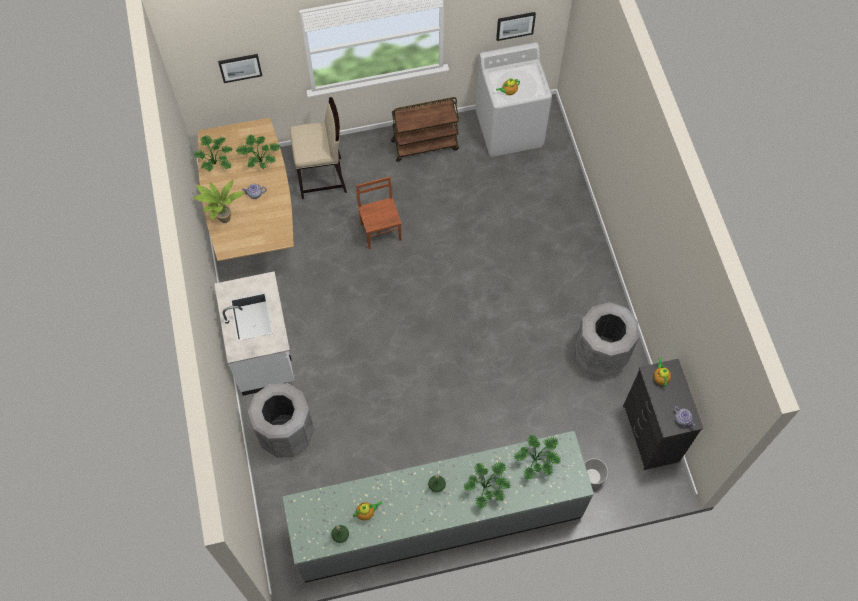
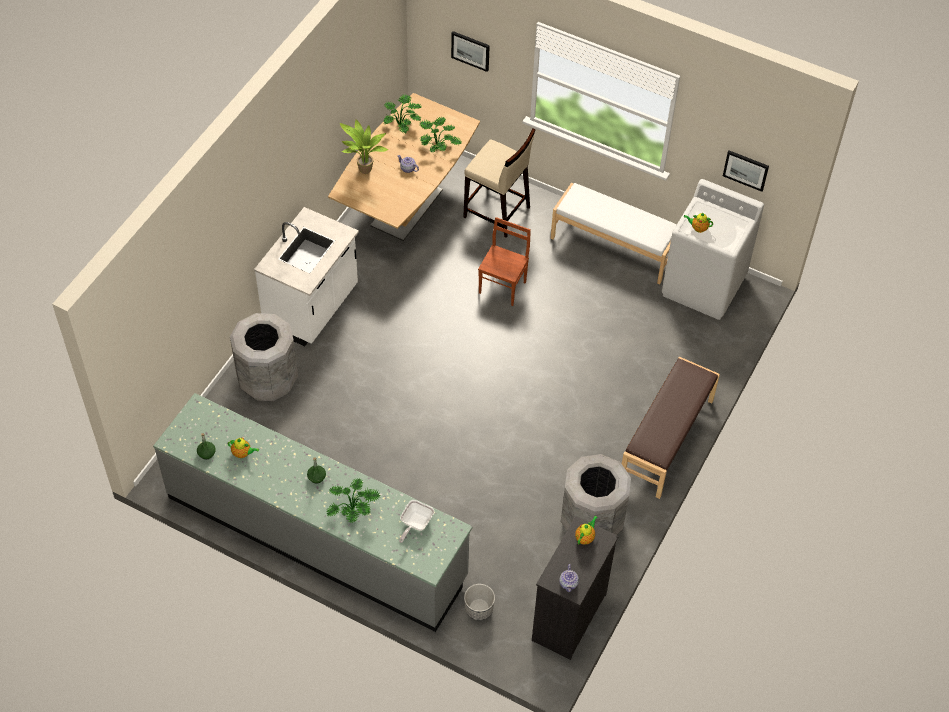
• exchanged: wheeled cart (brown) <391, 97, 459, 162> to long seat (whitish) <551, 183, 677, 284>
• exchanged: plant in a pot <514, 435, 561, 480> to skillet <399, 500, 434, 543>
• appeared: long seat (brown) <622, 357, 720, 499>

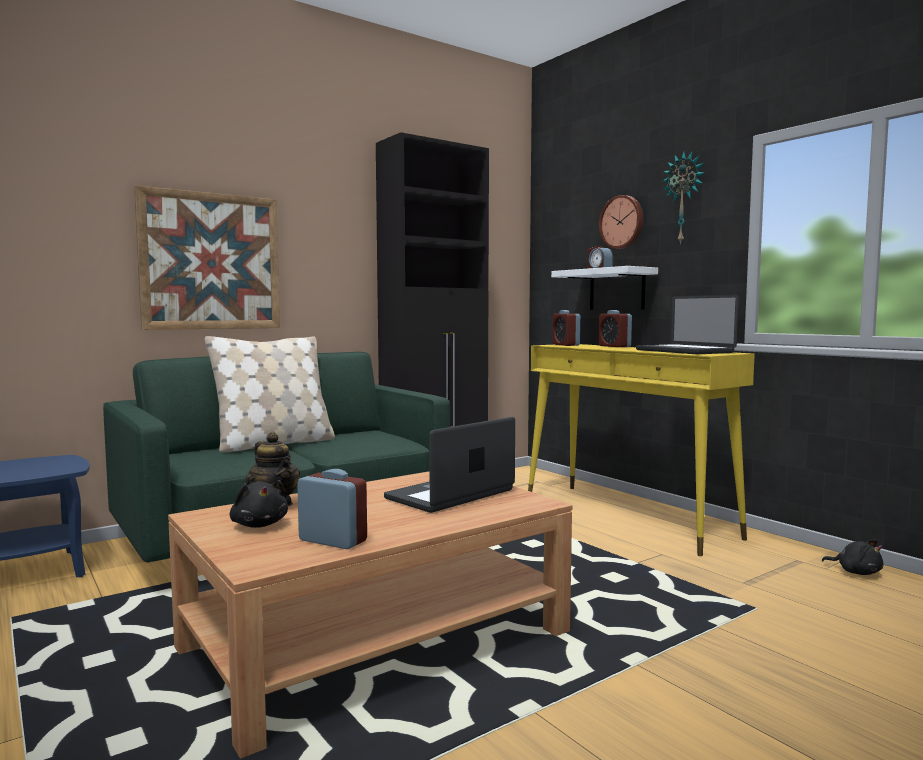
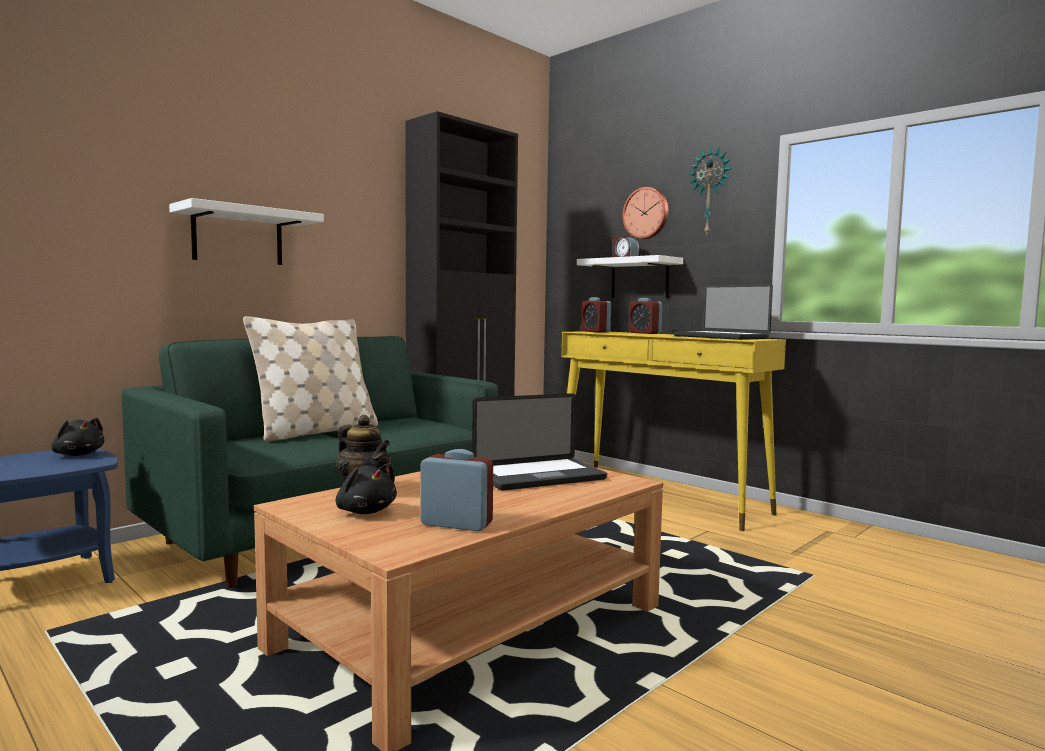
• exchanged: picture <134, 185, 280, 330> to wall shelf (whitish) <169, 198, 324, 265>
• spun: laptop <384, 417, 515, 513> = <472, 393, 607, 491> 150 degrees counterclockwise
• relocated: soft toy (black-coloured) <822, 539, 883, 575> to <51, 418, 104, 456>

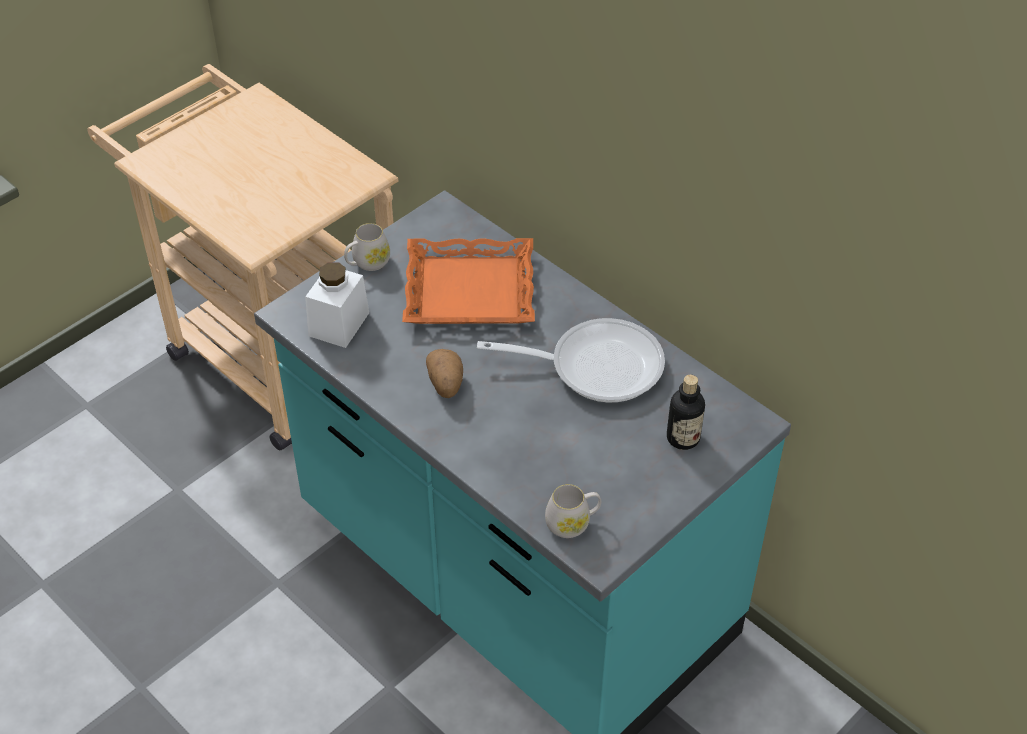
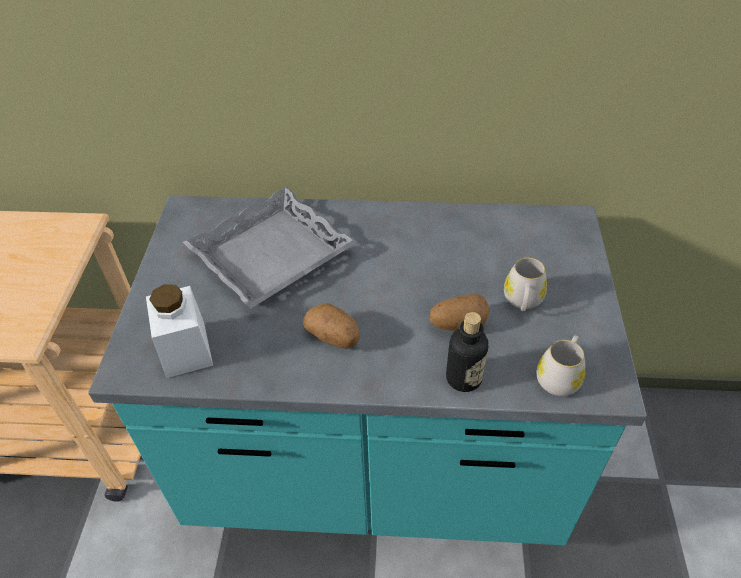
• relocated: coffee mug (whitish) <344, 223, 390, 271> to <504, 258, 547, 311>
• colour: tray (orange-coloured) <402, 238, 535, 324> to tray (grey) <183, 187, 357, 309>
• missing: skillet <477, 318, 665, 403>
• relocated: beverage bottle <667, 375, 705, 450> to <446, 312, 489, 392>
• appeared: spud <429, 294, 490, 331>

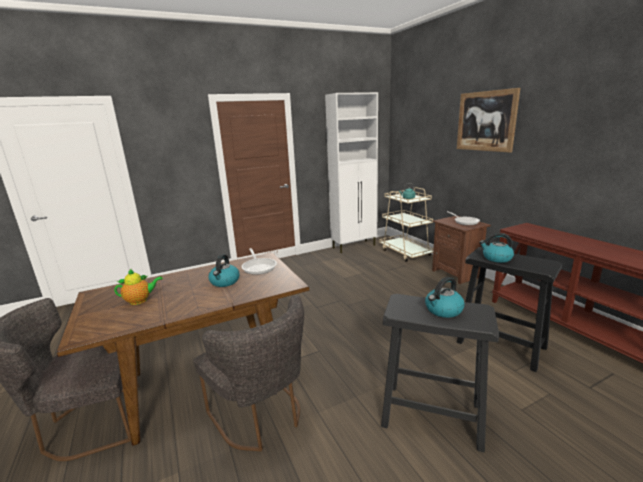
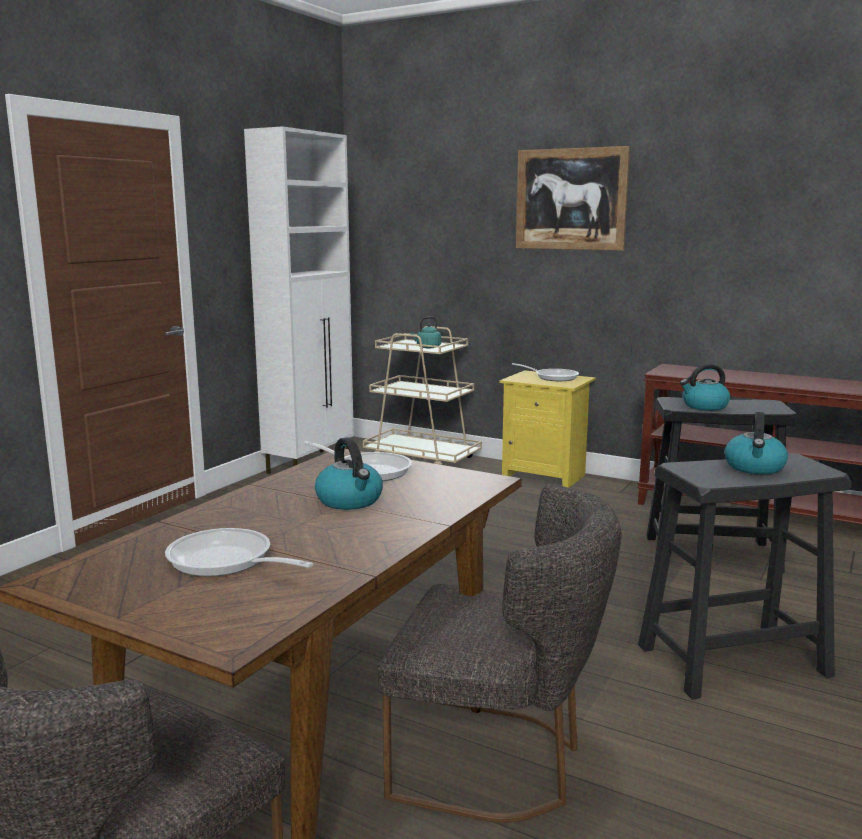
• colour: bedside table (brown) <432, 216, 491, 284> to bedside table (yellow-coloured) <500, 370, 596, 488>
• exchanged: pot for tea <114, 269, 163, 305> to skillet <165, 528, 313, 577>

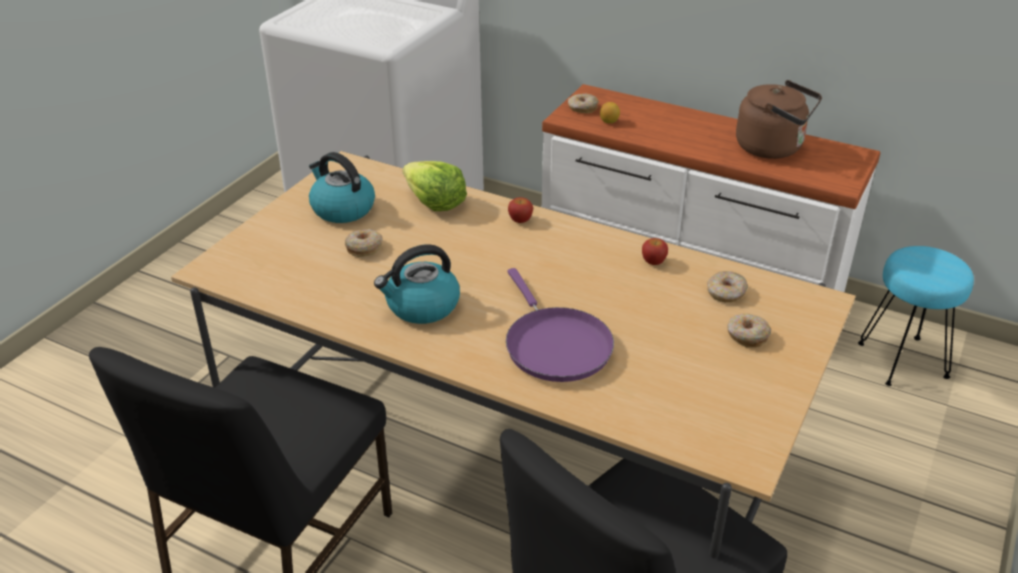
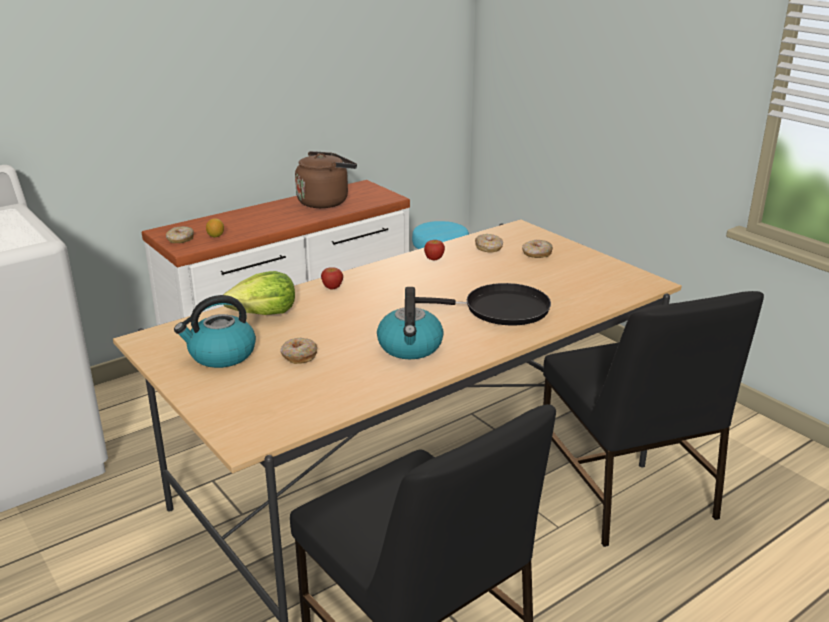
• colour: skillet (purple) <506, 268, 614, 382> to skillet (black-coloured) <415, 283, 551, 325>

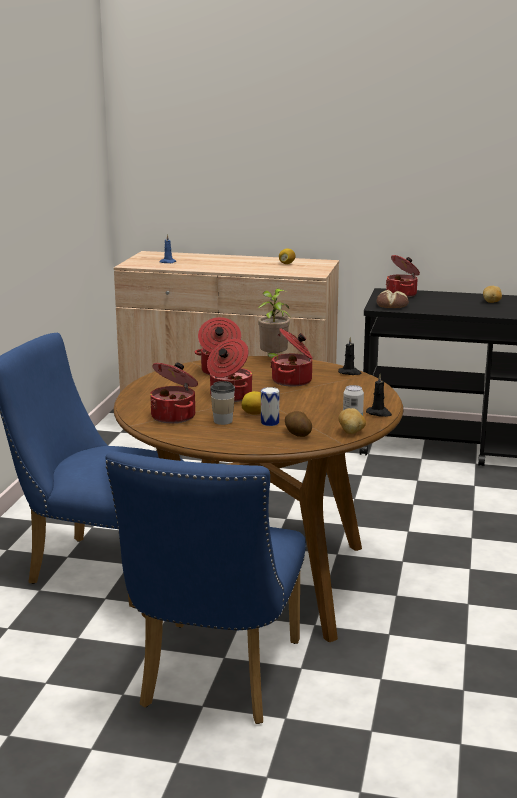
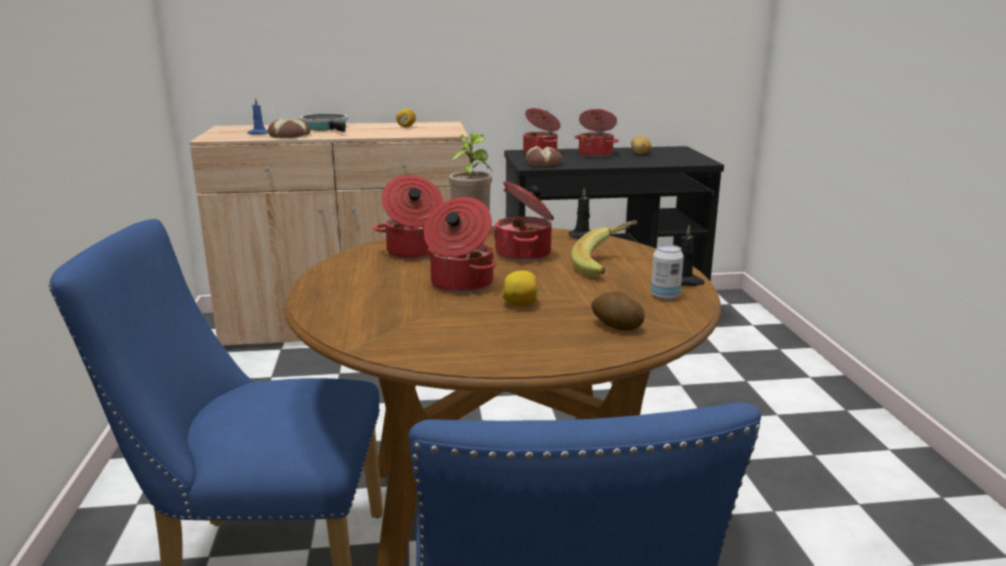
• relocated: saucepot <150, 362, 198, 423> to <575, 109, 619, 157>
• missing: small cup <210, 381, 235, 425>
• missing: can <261, 387, 280, 426>
• missing: spud <339, 408, 366, 434>
• appeared: skillet <300, 113, 348, 132>
• appeared: baked bread <268, 117, 311, 138>
• appeared: whole banana <571, 220, 637, 277>

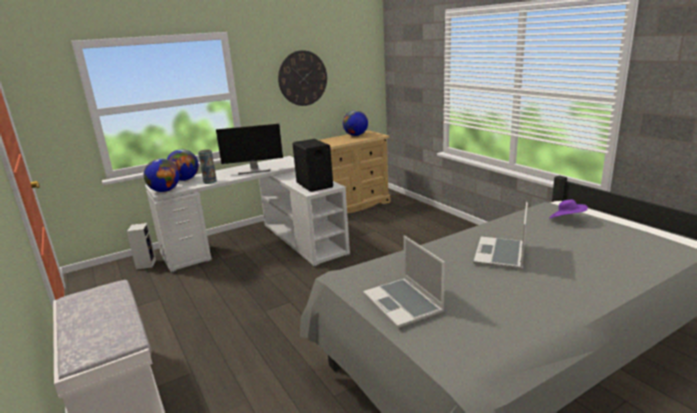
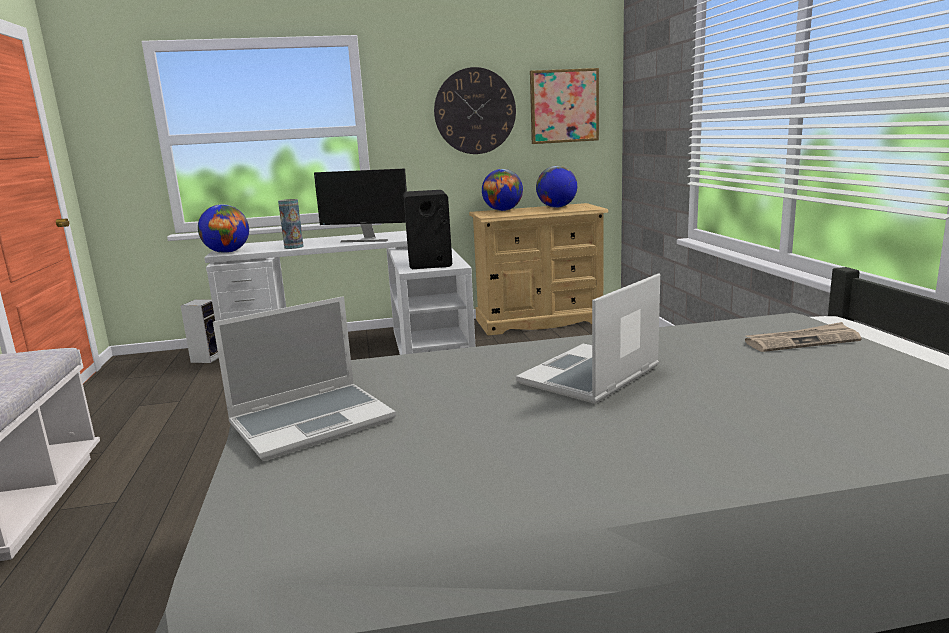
• relocated: world globe <167, 149, 199, 181> to <482, 169, 523, 211>
• exchanged: wearable hat (purple) <549, 200, 588, 218> to newspaper <745, 322, 862, 352>
• spun: laptop <363, 235, 445, 328> = <213, 296, 396, 461> 120 degrees counterclockwise
• appeared: picture <530, 68, 599, 144>

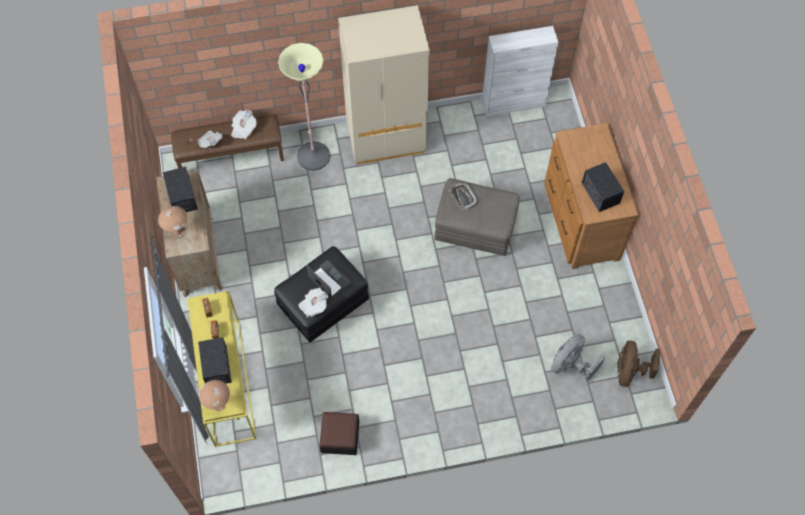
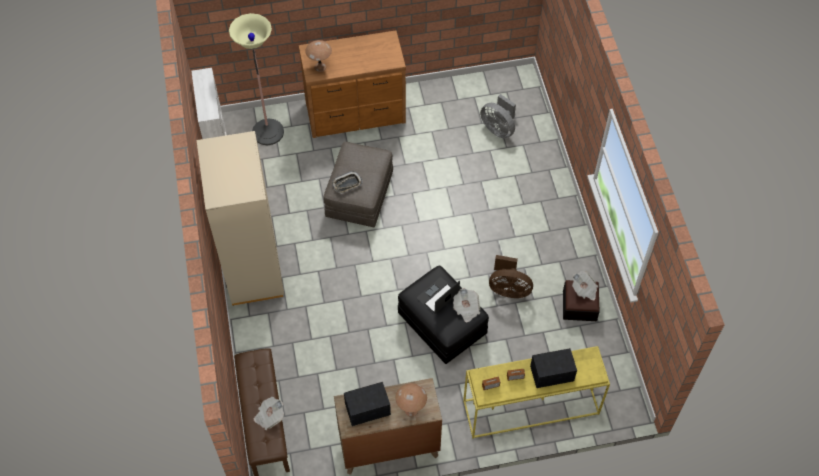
• relocated: floor lamp <278, 43, 330, 171> to <229, 13, 284, 145>
• relocated: newspaper <231, 110, 256, 139> to <572, 271, 598, 300>
• missing: radio <582, 162, 624, 212>
• relocated: electric fan (brown) <617, 341, 661, 387> to <489, 255, 533, 298>
• relocated: tabletop lamp (brown) <199, 380, 230, 411> to <305, 40, 332, 72>

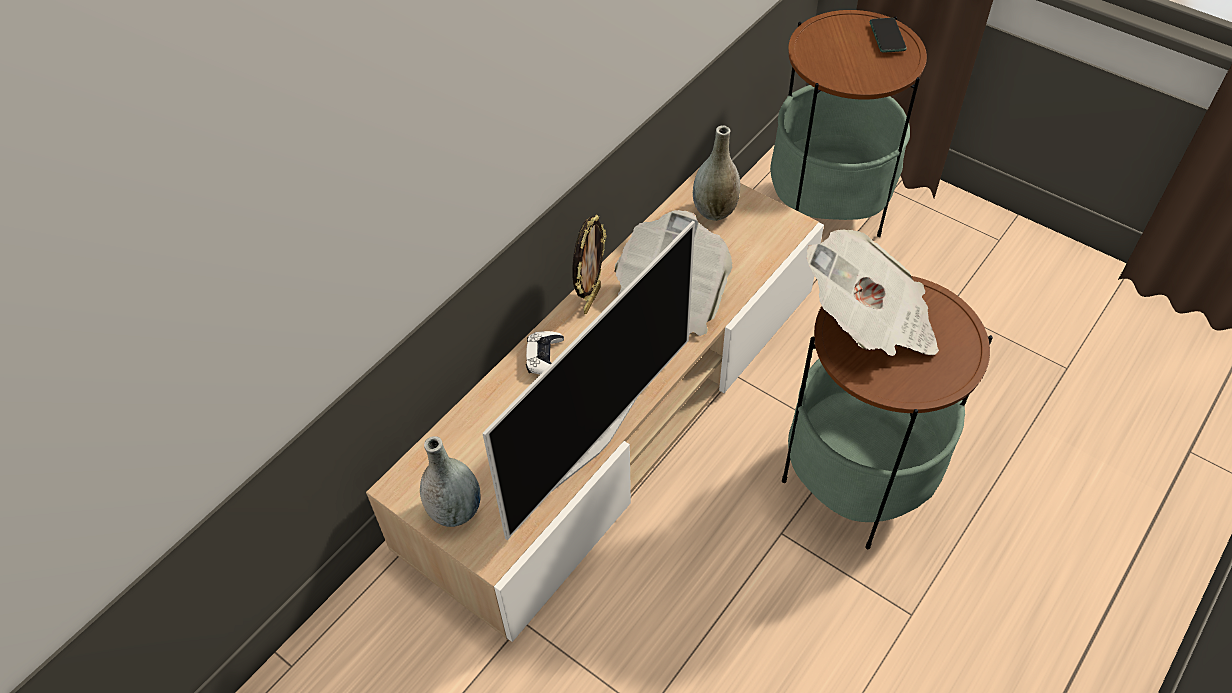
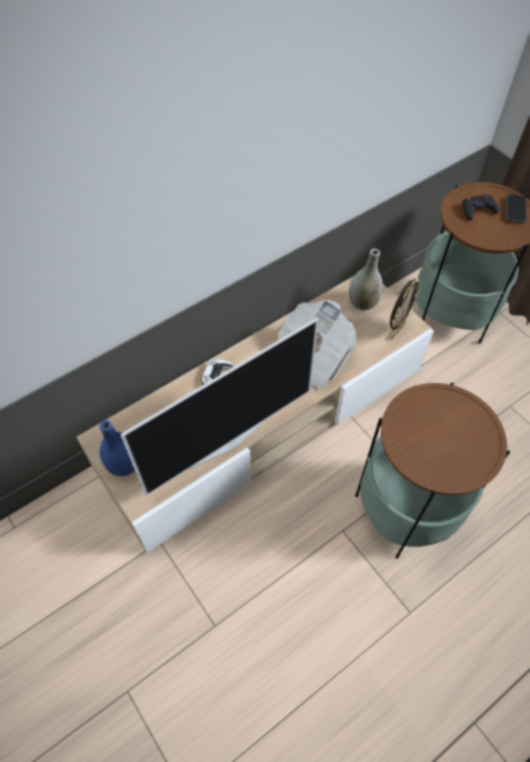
• relocated: photo frame <572, 215, 606, 314> to <390, 278, 420, 340>
• missing: newspaper <807, 230, 939, 356>
• colour: vase (grey) <420, 436, 481, 527> to vase (bluish) <99, 420, 135, 476>
• appeared: game controller (black-coloured) <462, 195, 499, 220>

